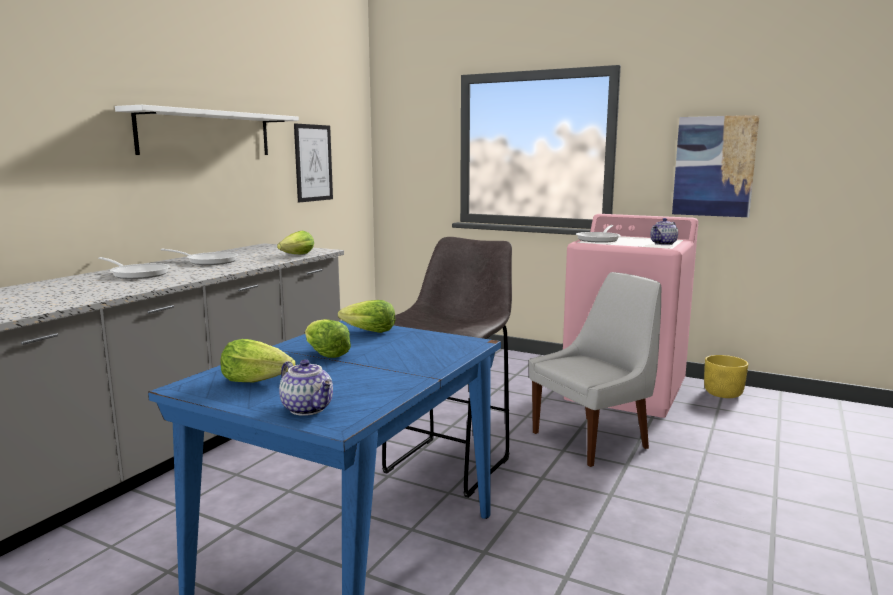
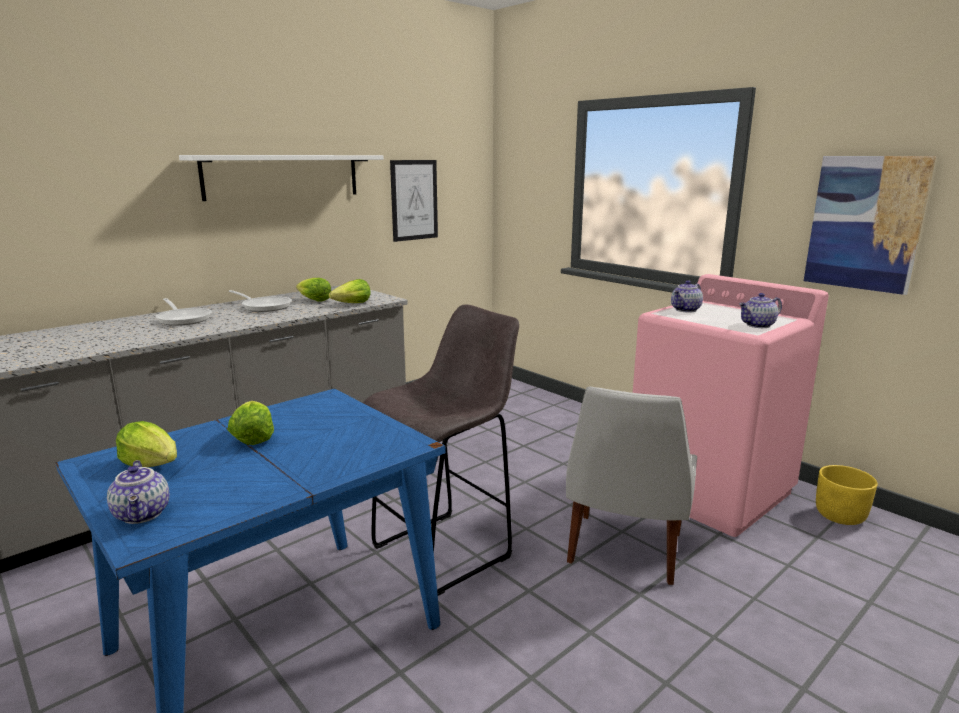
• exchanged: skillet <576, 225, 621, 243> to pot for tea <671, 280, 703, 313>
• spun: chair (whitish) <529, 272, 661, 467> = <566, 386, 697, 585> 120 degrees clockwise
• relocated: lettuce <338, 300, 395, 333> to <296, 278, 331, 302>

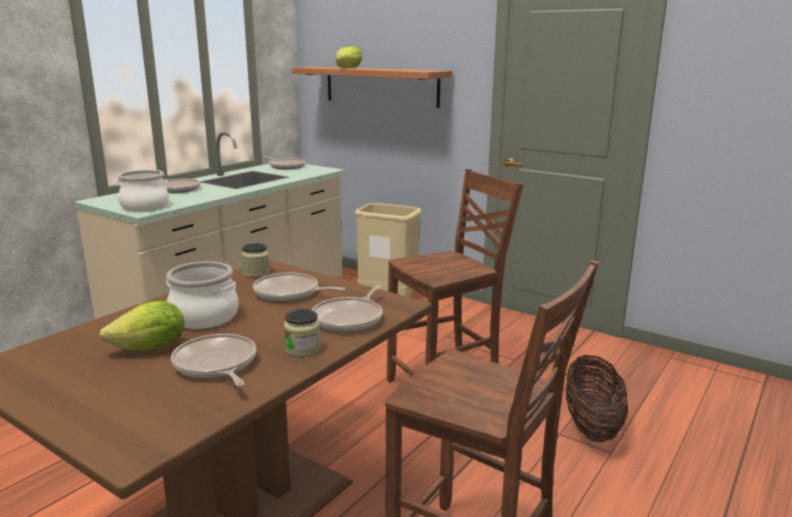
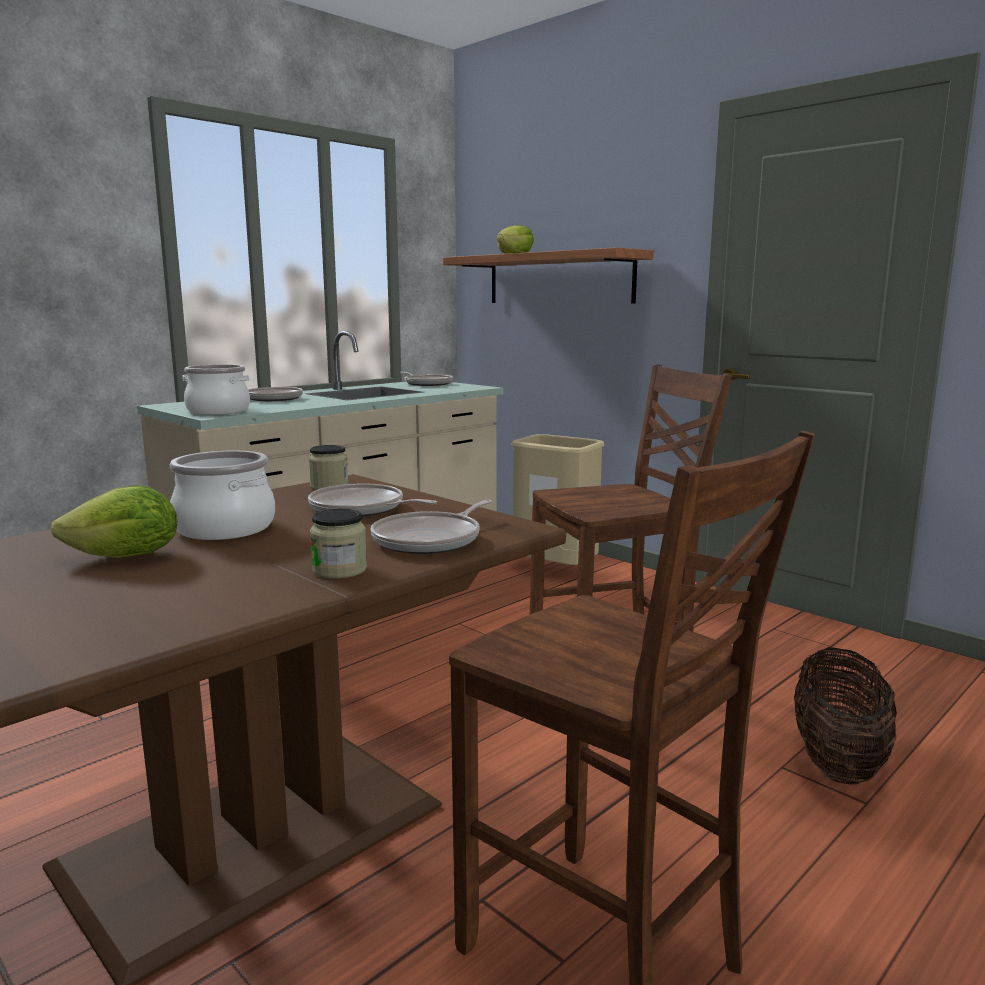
• missing: skillet <171, 334, 256, 387>

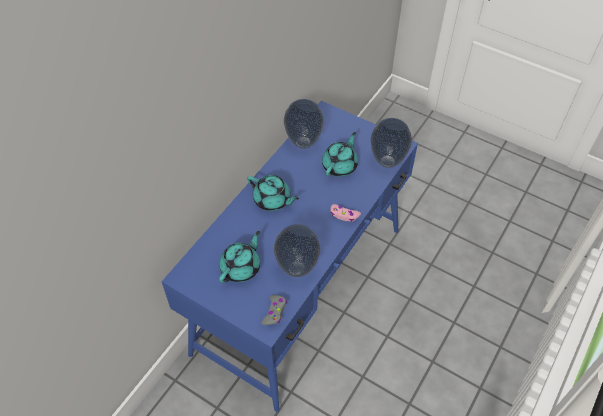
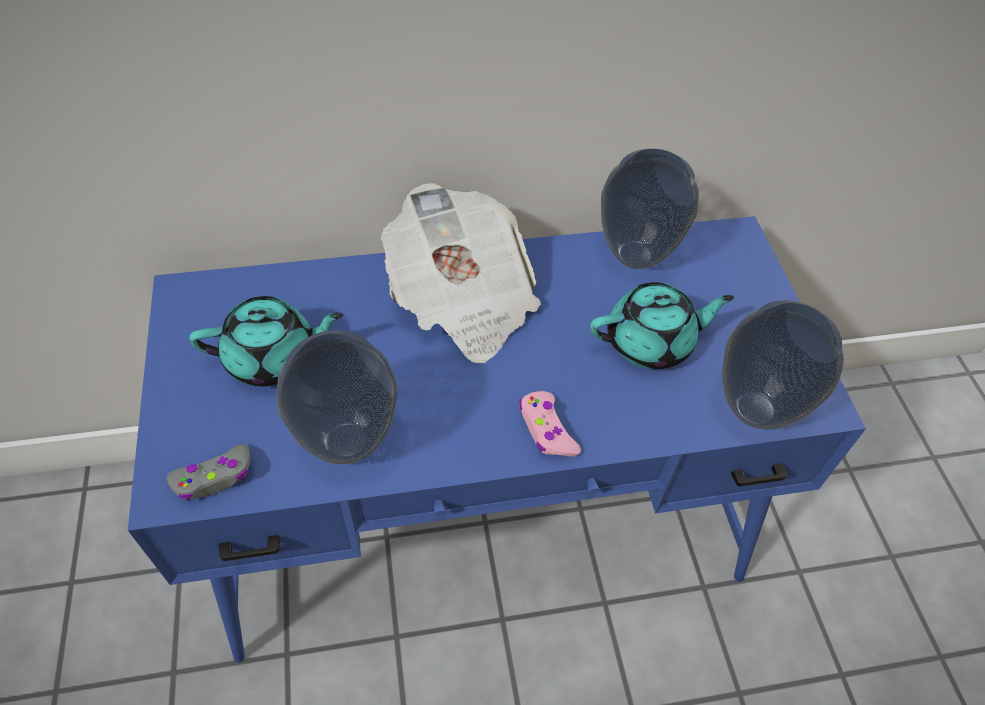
• exchanged: pot for tea (turquoise-coloured) <247, 175, 299, 211> to newspaper <381, 183, 541, 363>

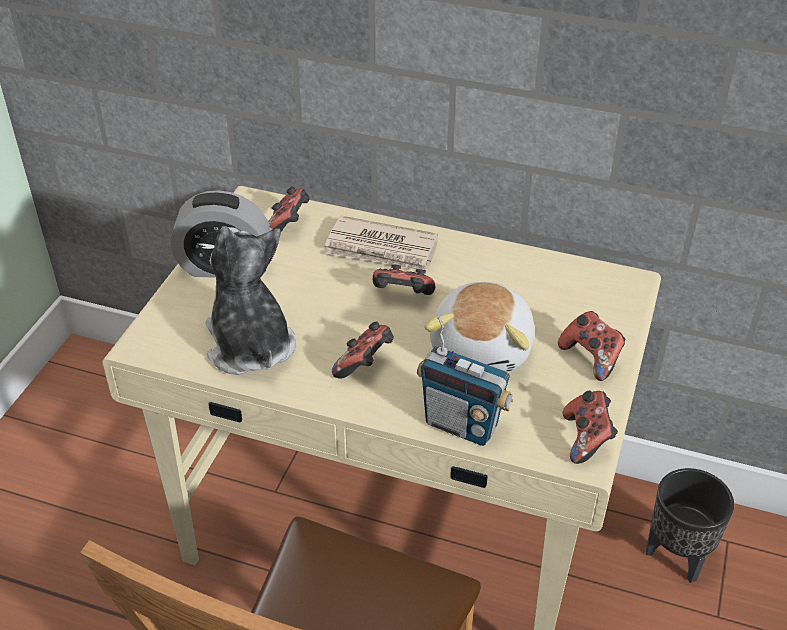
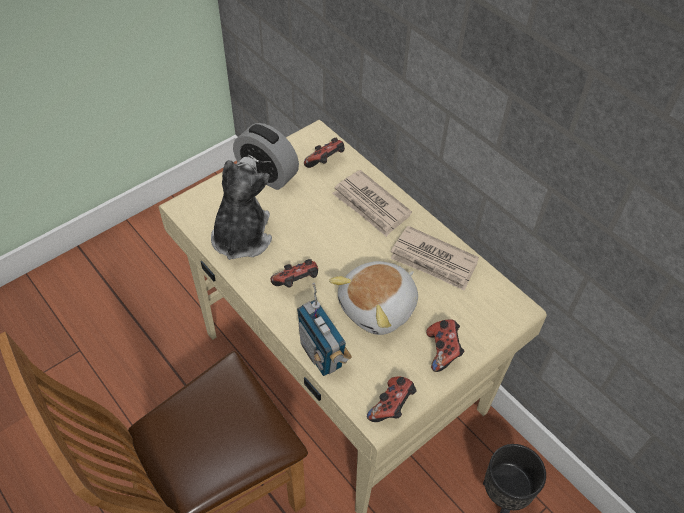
• missing: game controller <373, 264, 435, 295>
• appeared: newspaper <390, 226, 479, 291>

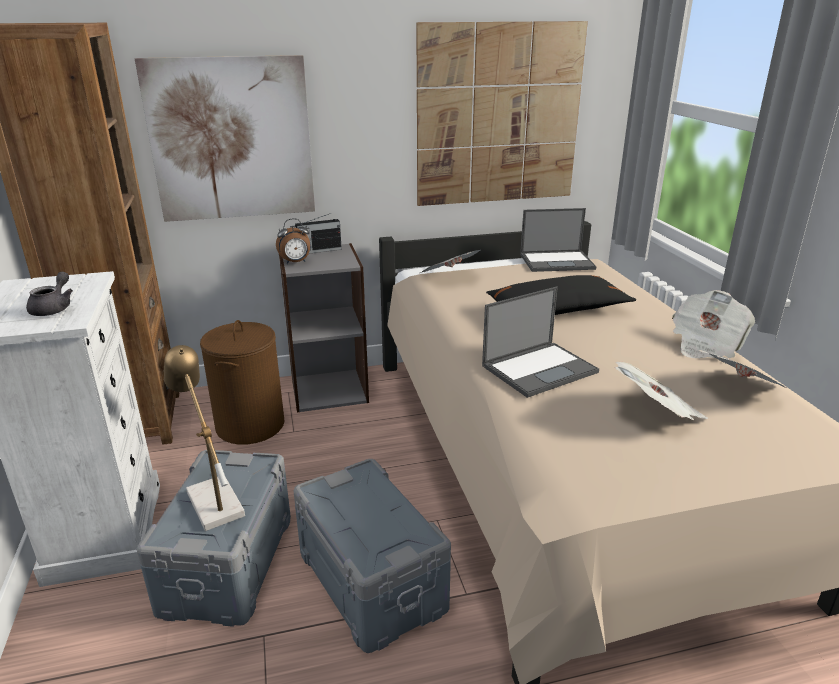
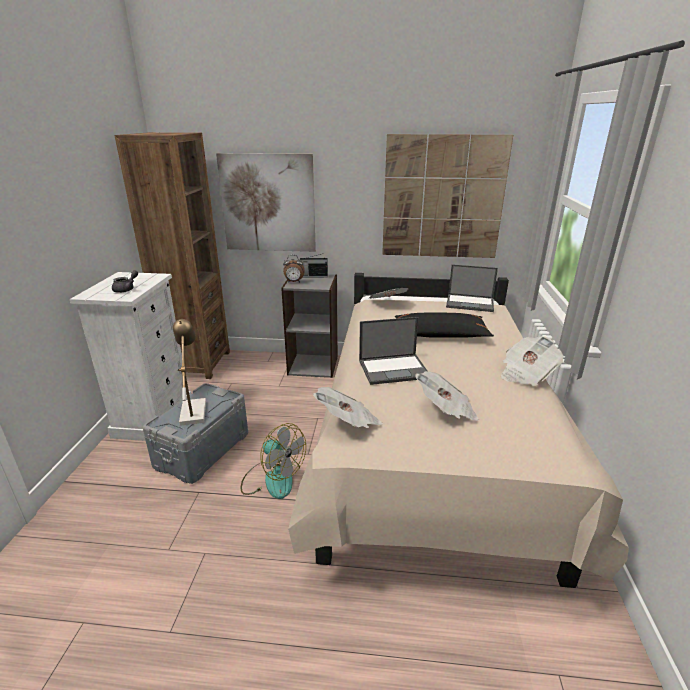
• missing: hamper (brown) <200, 320, 285, 445>
• relocated: newspaper <700, 350, 786, 388> to <313, 387, 383, 428>
• exchanged: storage container (grey) <293, 459, 451, 653> to electric fan <241, 423, 306, 499>

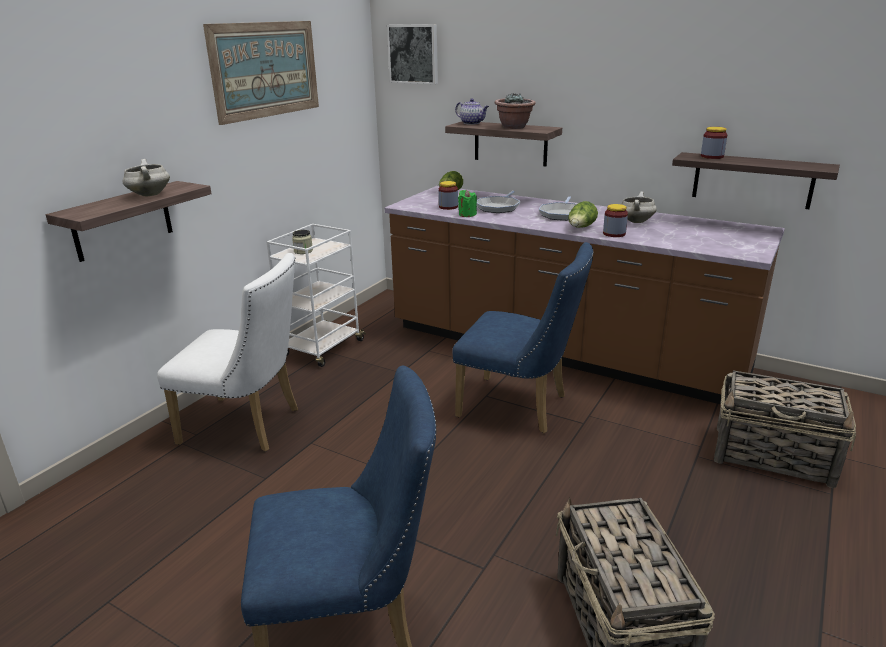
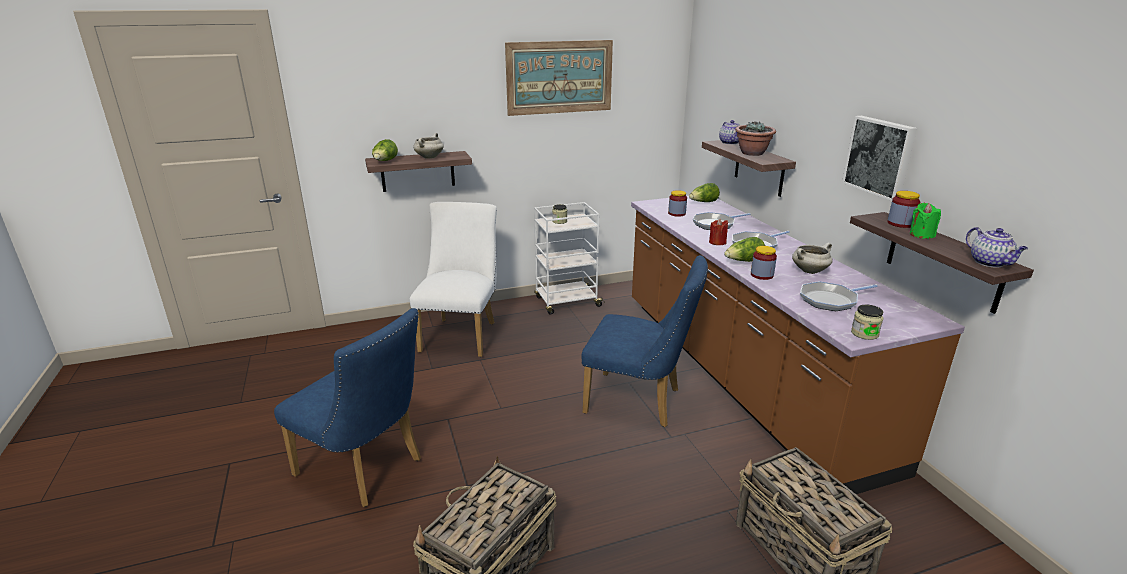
• relocated: picture <387, 24, 438, 84> to <842, 116, 917, 201>
• relocated: wax candle (green) <458, 190, 477, 217> to <910, 203, 941, 239>
• spun: chair (bluish) <452, 242, 594, 433> = <581, 255, 708, 427> 45 degrees counterclockwise
• spun: chair (whitish) <157, 253, 298, 452> = <410, 202, 497, 357> 135 degrees counterclockwise
• appeared: lettuce <372, 139, 398, 161>
• appeared: wax candle (red-coloured) <709, 218, 728, 245>
• appeared: pot for tea <966, 227, 1028, 268>
• appeared: skillet <800, 281, 877, 311>
• appeared: jar <851, 305, 883, 340>

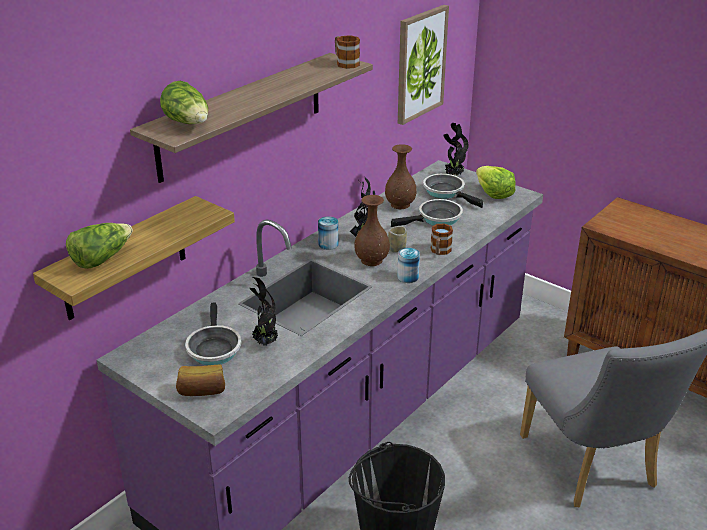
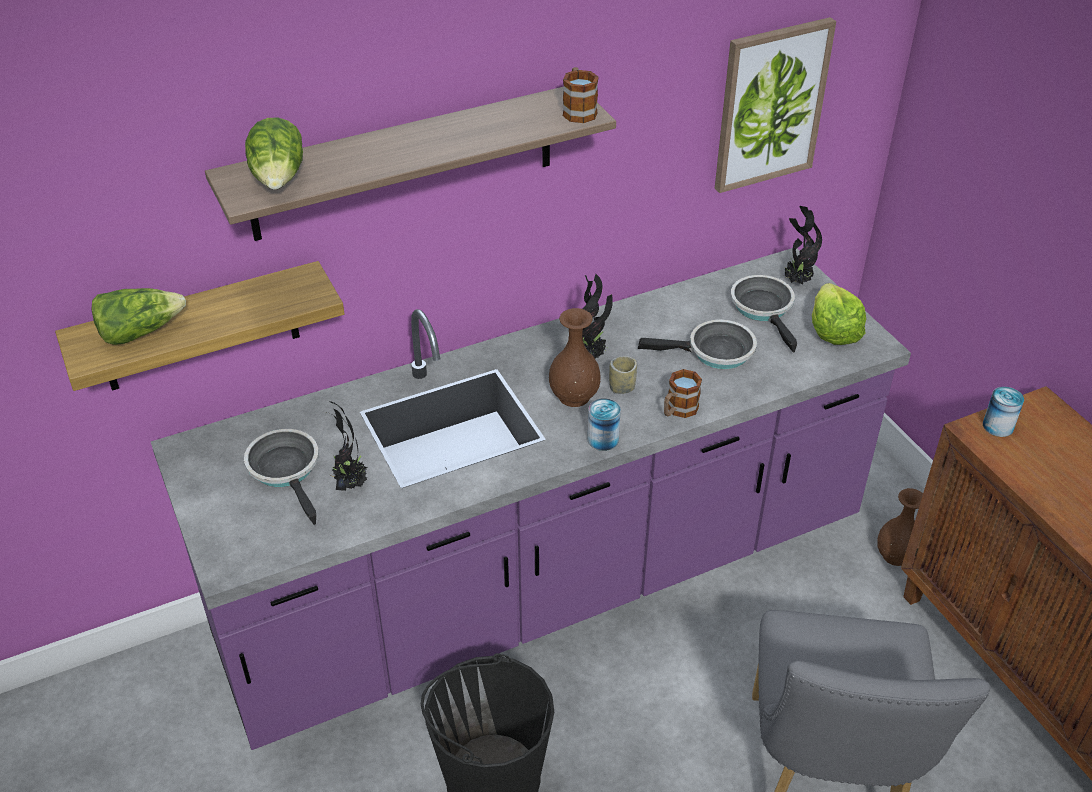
• relocated: vase (brown) <385, 144, 417, 209> to <877, 488, 923, 566>
• relocated: can <318, 216, 338, 250> to <983, 387, 1024, 437>
• spun: skillet <185, 302, 241, 365> = <244, 429, 319, 525> 135 degrees clockwise
• missing: baked bread <176, 364, 225, 396>

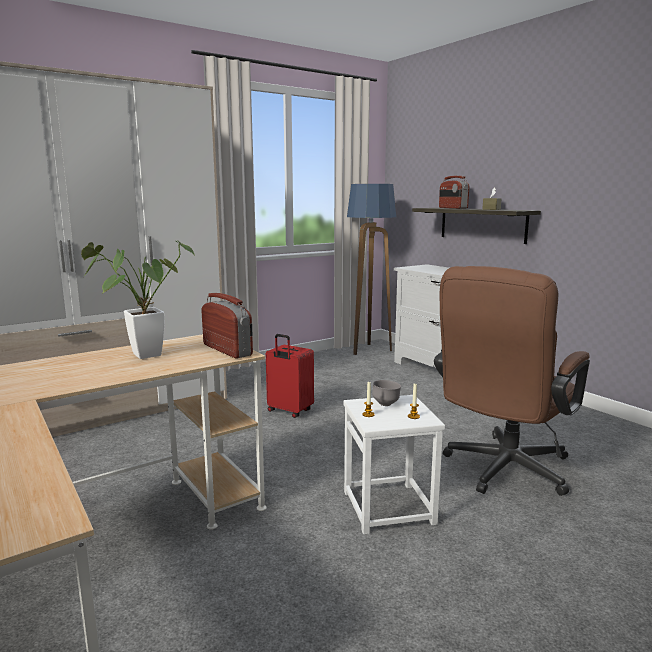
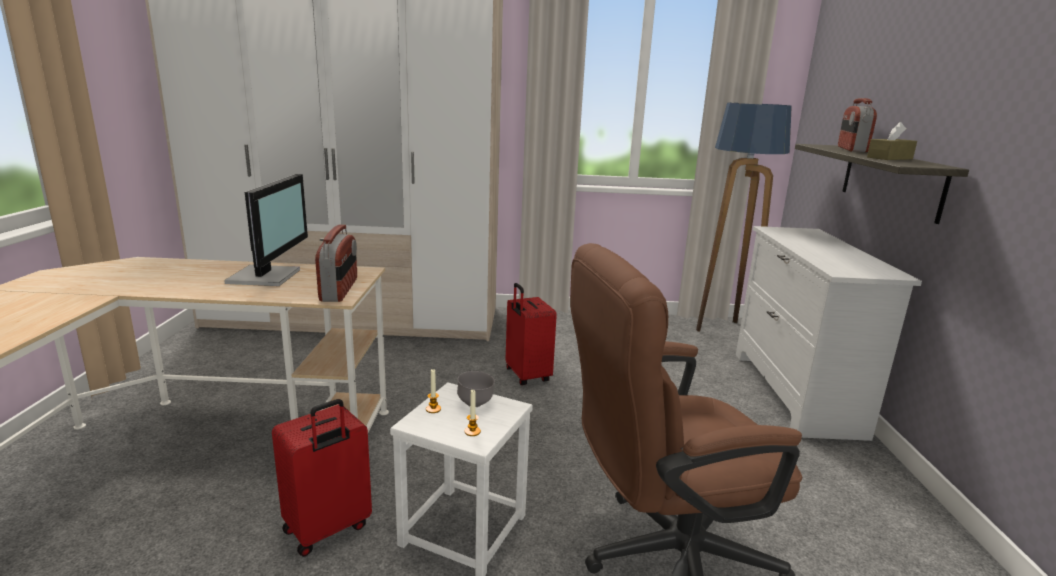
• exchanged: plant in a pot <81, 241, 195, 359> to monitor <224, 174, 308, 286>
• appeared: travel case (red-coloured) <272, 399, 372, 557>

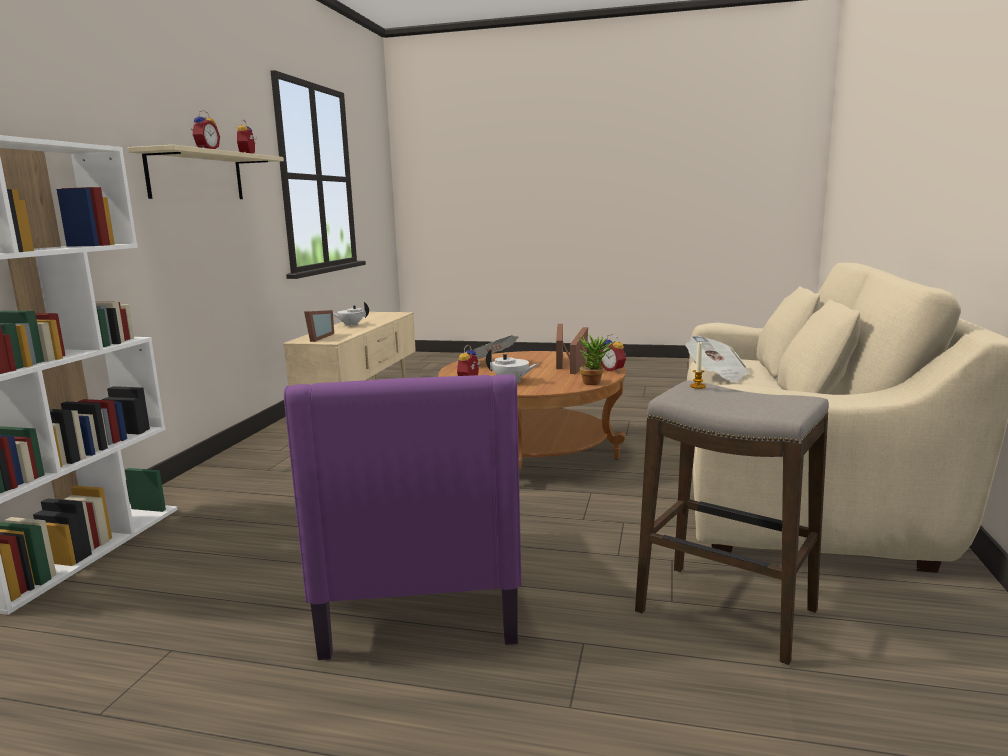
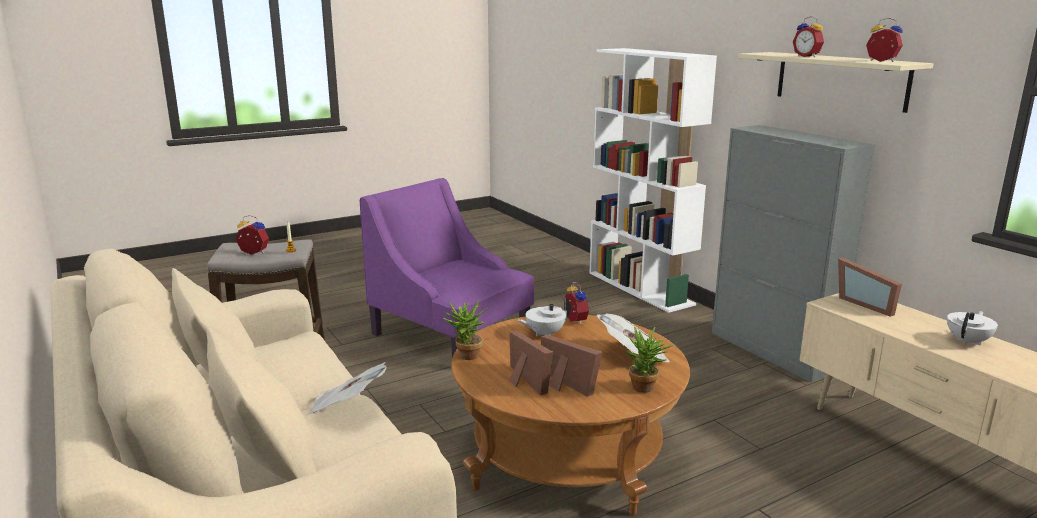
• relocated: alarm clock <600, 334, 626, 372> to <236, 215, 269, 255>
• appeared: storage cabinet (grey) <712, 125, 875, 382>
• appeared: plant in a pot <625, 326, 675, 393>

